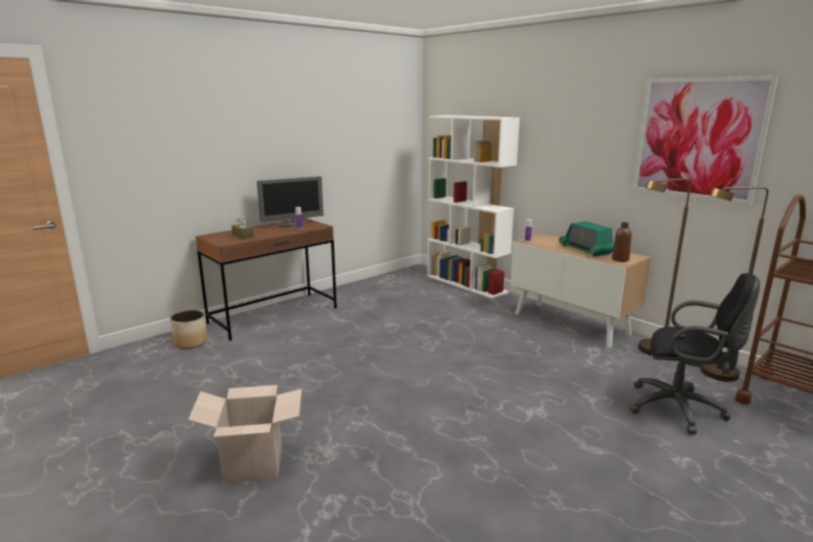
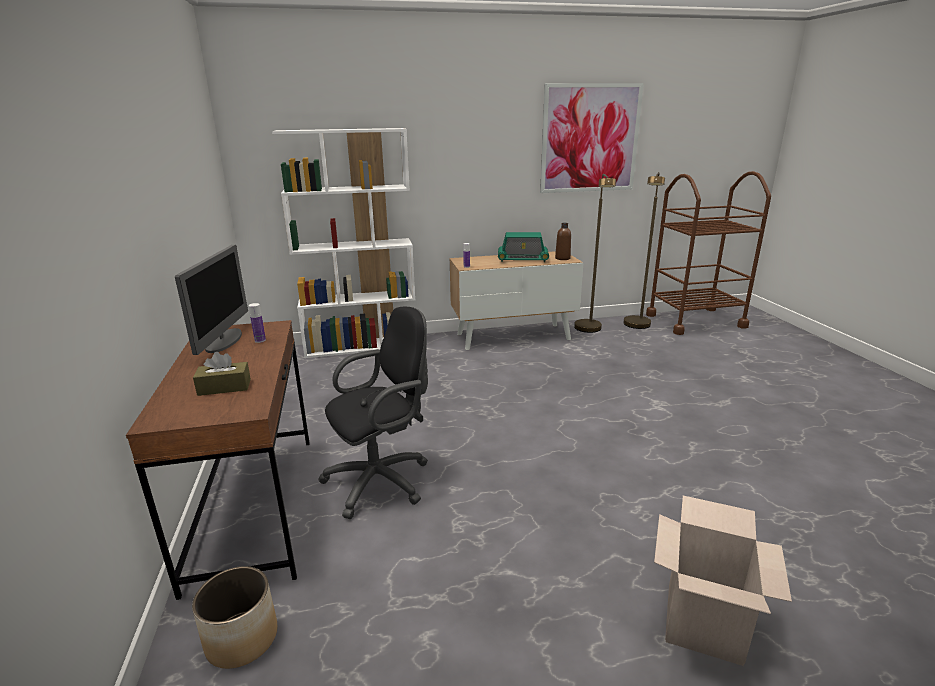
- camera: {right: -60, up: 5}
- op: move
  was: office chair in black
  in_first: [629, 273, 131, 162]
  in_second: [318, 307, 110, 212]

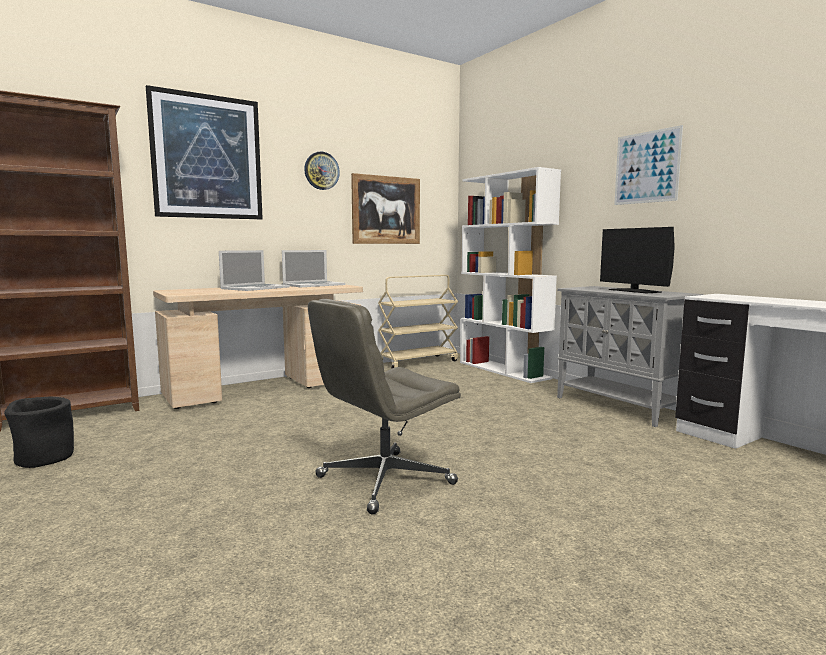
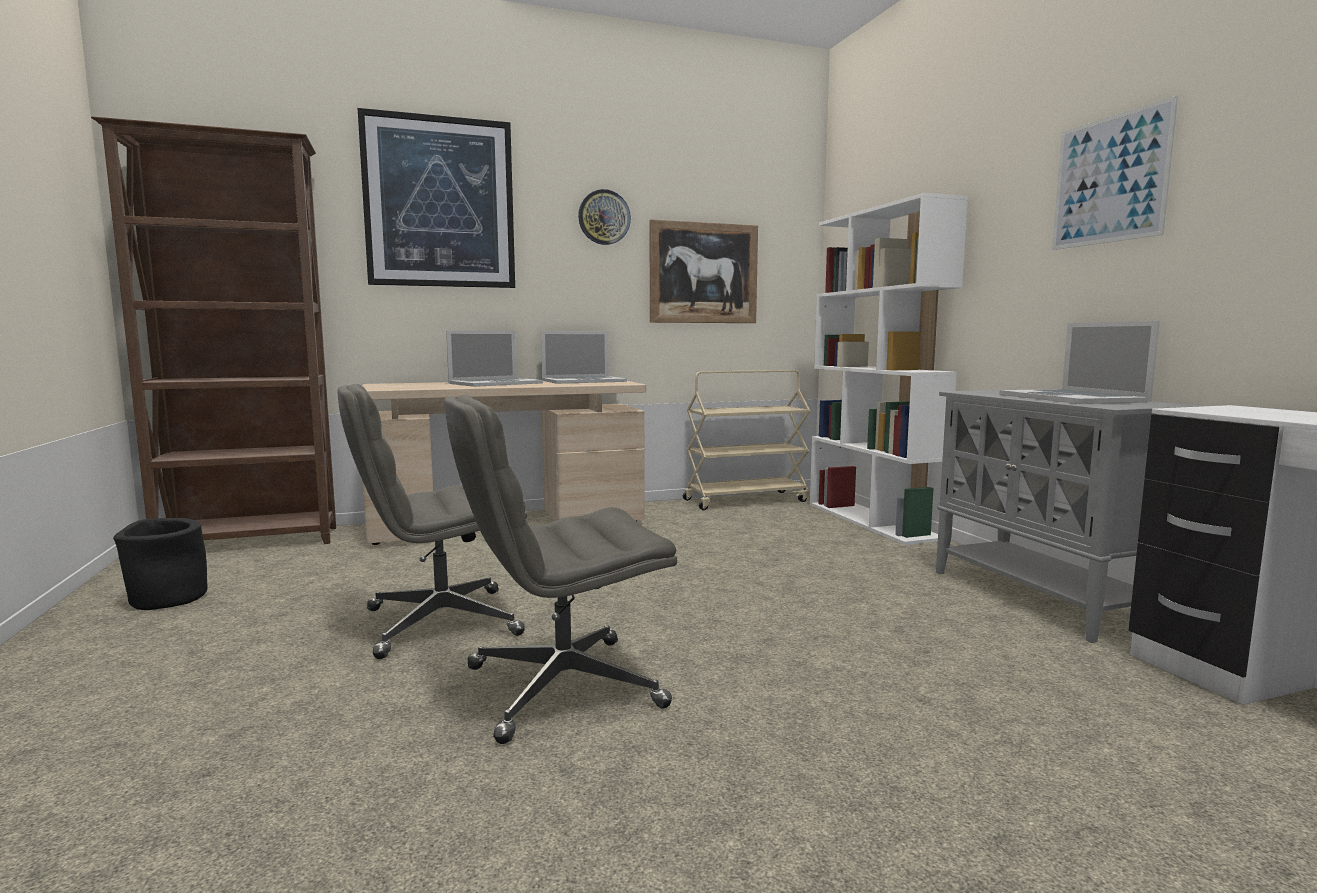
- camera: {right: 15, up: 0}
- op: replace
  was: computer display
  now: portable computer
  in_first: [600, 227, 75, 66]
  in_second: [1000, 321, 160, 83]
- op: insert
  now: office chair in grey
  in_second: [337, 384, 190, 275]

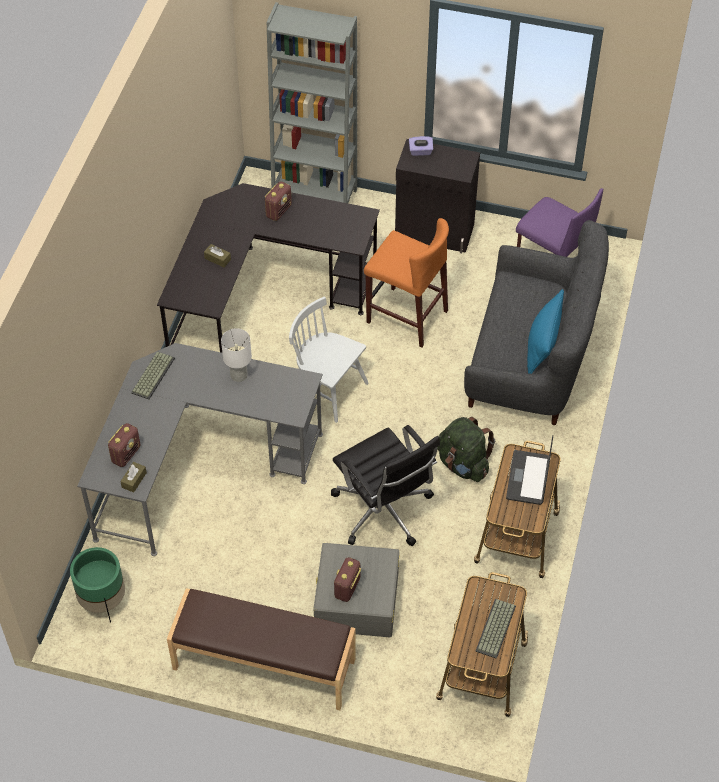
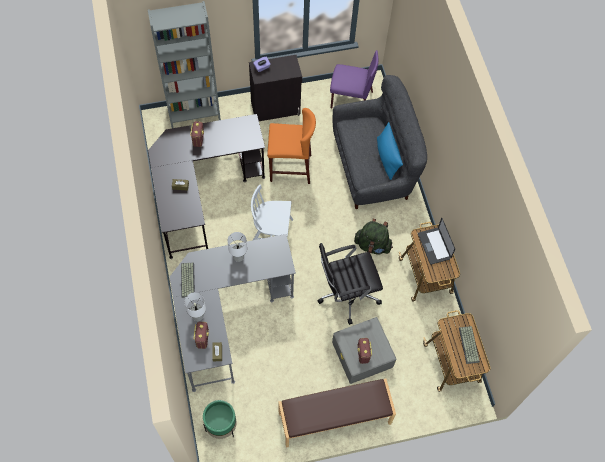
- camera: {right: -30, up: 10}
- op: rotate
  was: office chair in black
  in_first: [331, 425, 109, 121]
  in_second: [317, 243, 66, 82]
  clockwise: 135
- op: insert
  now: tabletop lamp in white
  in_second: [184, 292, 22, 29]

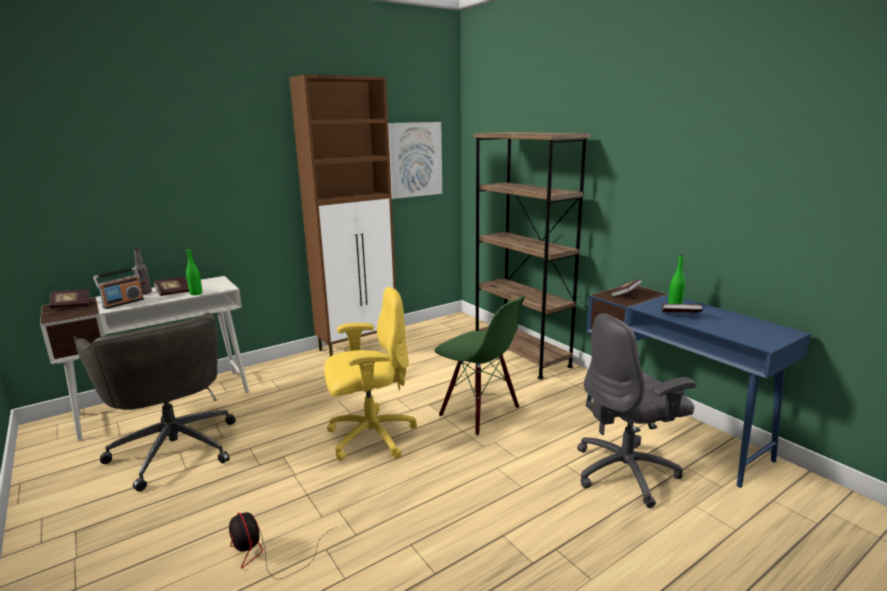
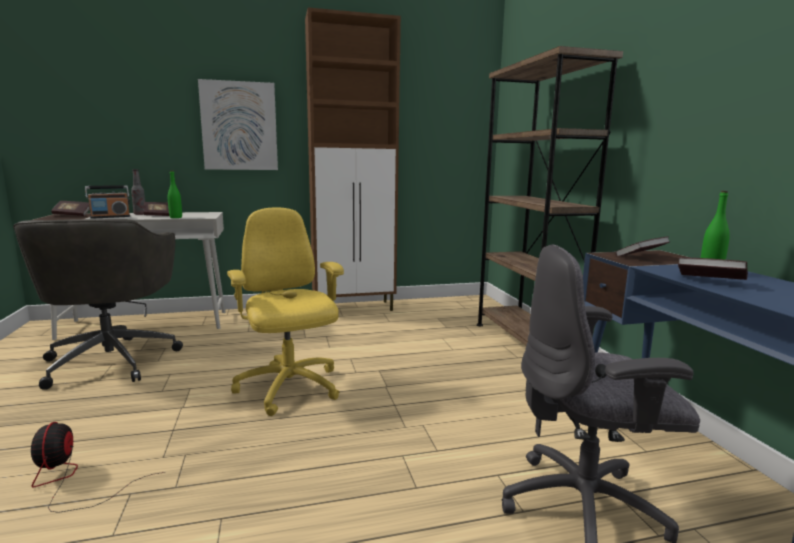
- camera: {right: 20, up: -5}
- op: move
  was: wall picture
  in_first: [388, 122, 54, 77]
  in_second: [198, 79, 80, 91]
- op: rotate
  was: office chair in yellow-coloured
  in_first: [324, 287, 93, 174]
  in_second: [227, 207, 117, 209]
  clockwise: -120
- op: delete
  was: plain chair in green-coloured
  in_first: [435, 296, 90, 140]

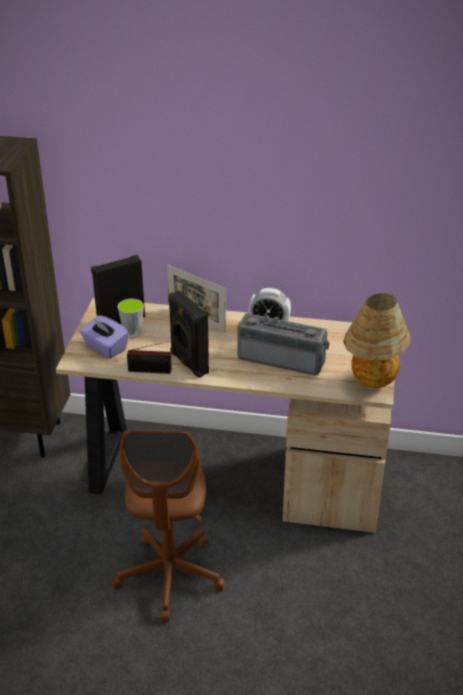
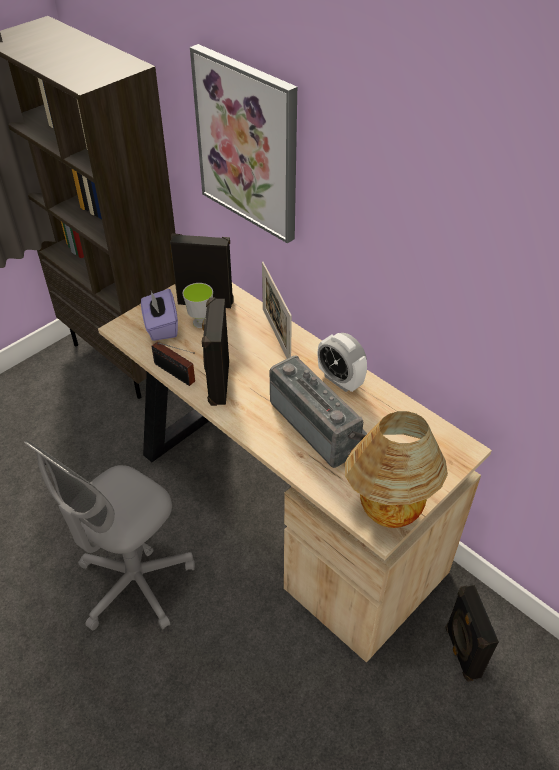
- camera: {right: 35, up: 10}
- op: recolor
  was: office chair in brownish
  now: office chair in grey
  in_first: [113, 430, 112, 191]
  in_second: [24, 440, 171, 190]
- op: insert
  now: wall picture
  in_second: [190, 44, 107, 199]
- op: insert
  now: loudspeaker in black
  in_second: [445, 585, 54, 97]

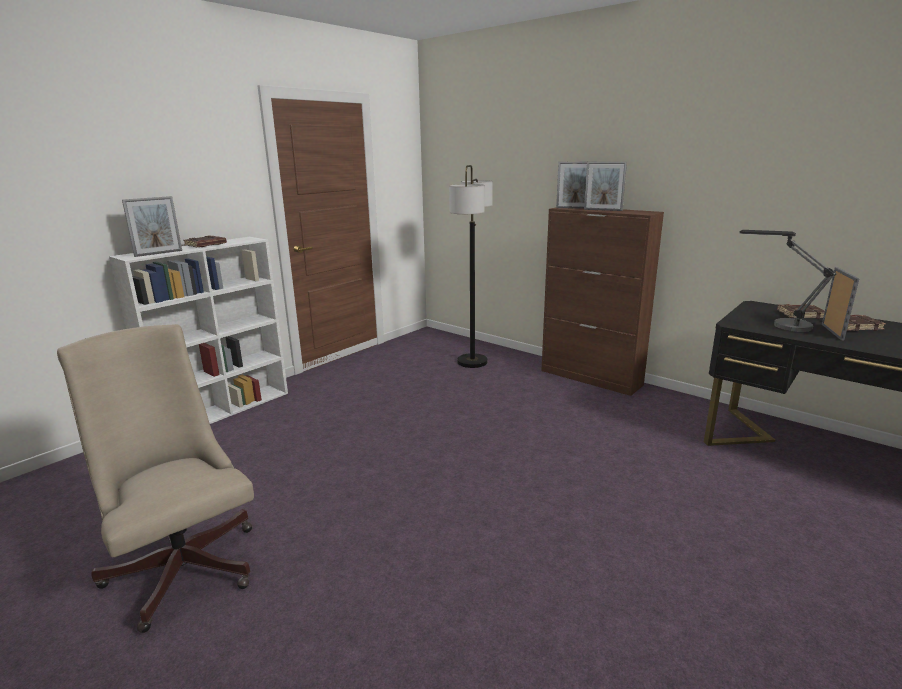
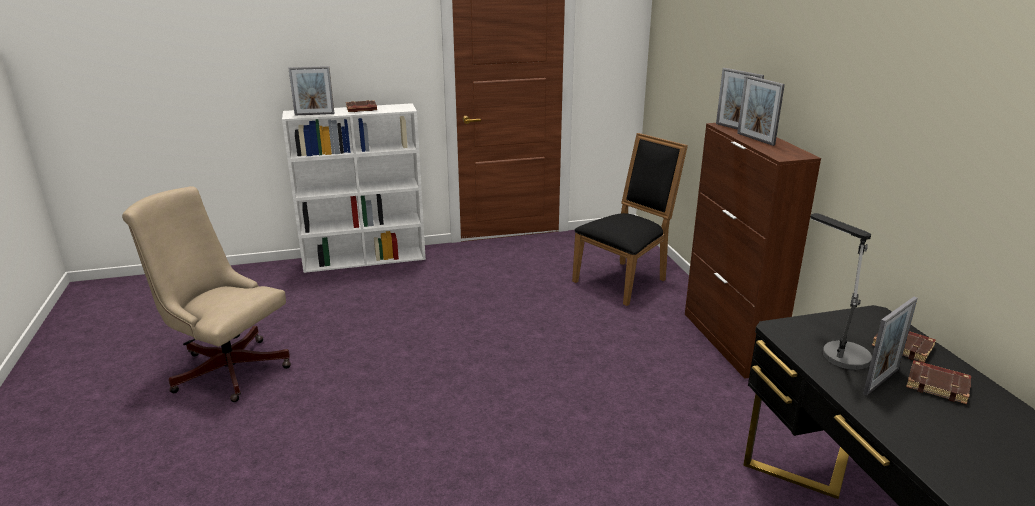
- camera: {right: 35, up: 5}
- op: replace
  was: standard lamp
  now: plain chair in black
  in_first: [449, 165, 44, 203]
  in_second: [572, 133, 116, 173]
- op: rotate
  was: office chair in sand-coloured
  in_first: [57, 324, 197, 309]
  in_second: [122, 186, 169, 216]
  clockwise: -60

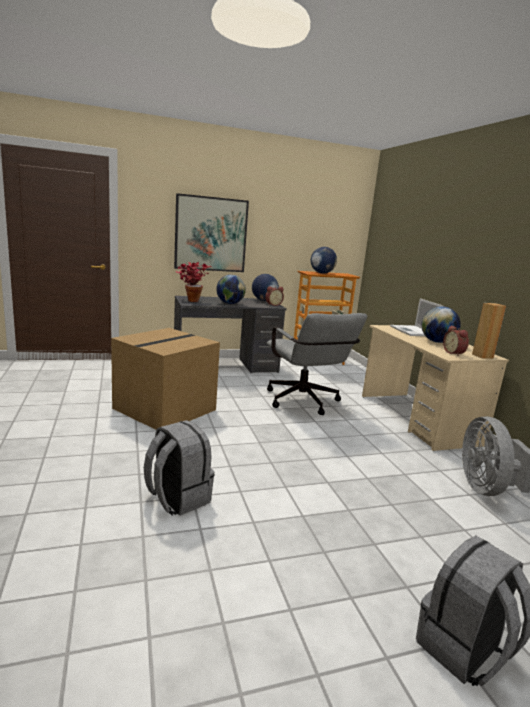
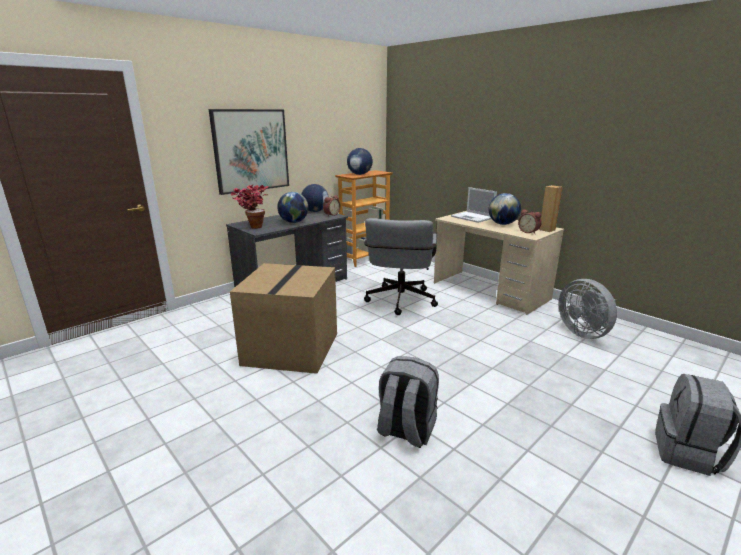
- camera: {right: -25, up: 5}
- op: rotate
  was: office chair in grey
  in_first: [267, 313, 100, 102]
  in_second: [364, 218, 74, 97]
  clockwise: 60

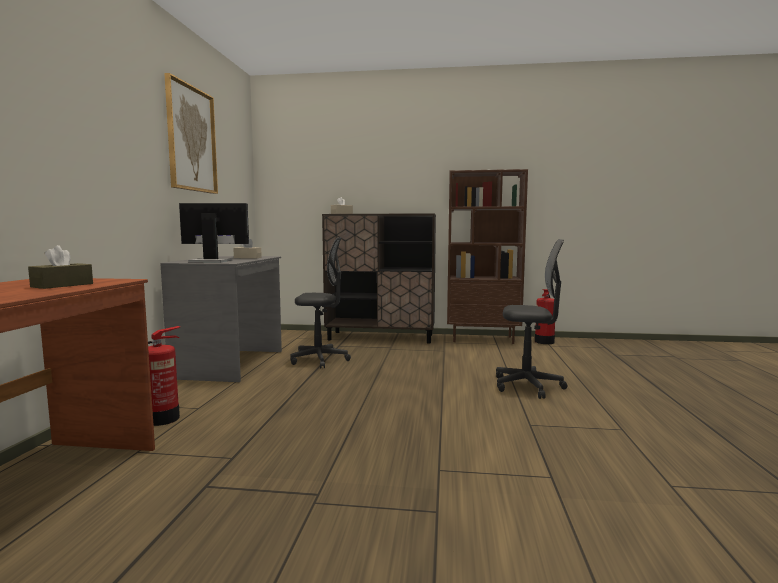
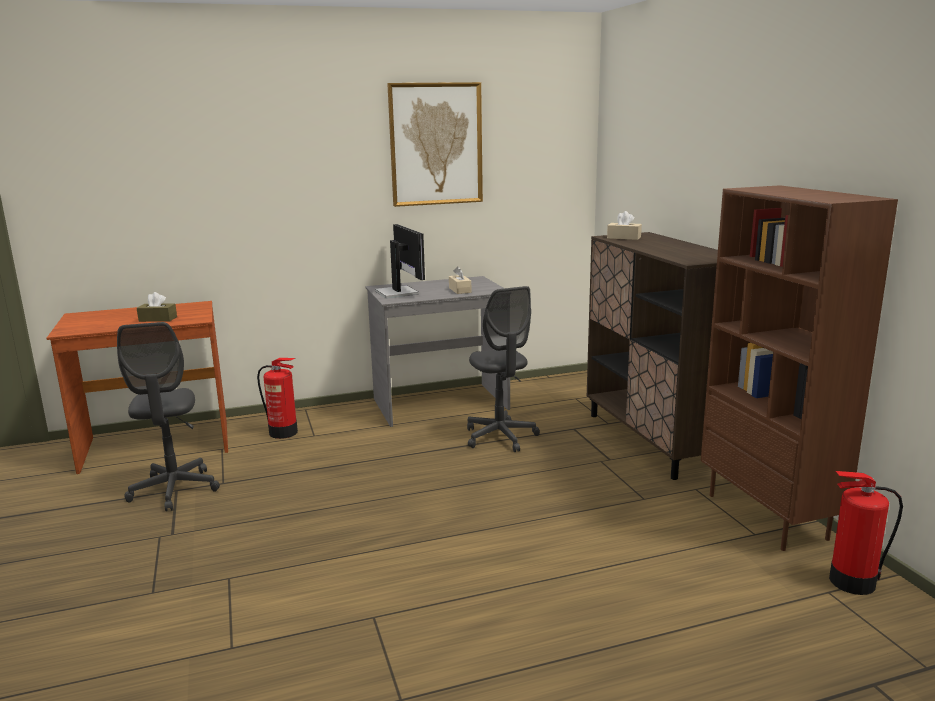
- camera: {right: 65, up: 10}
- op: move
  was: office chair in grey
  in_first: [496, 239, 71, 160]
  in_second: [117, 322, 103, 189]

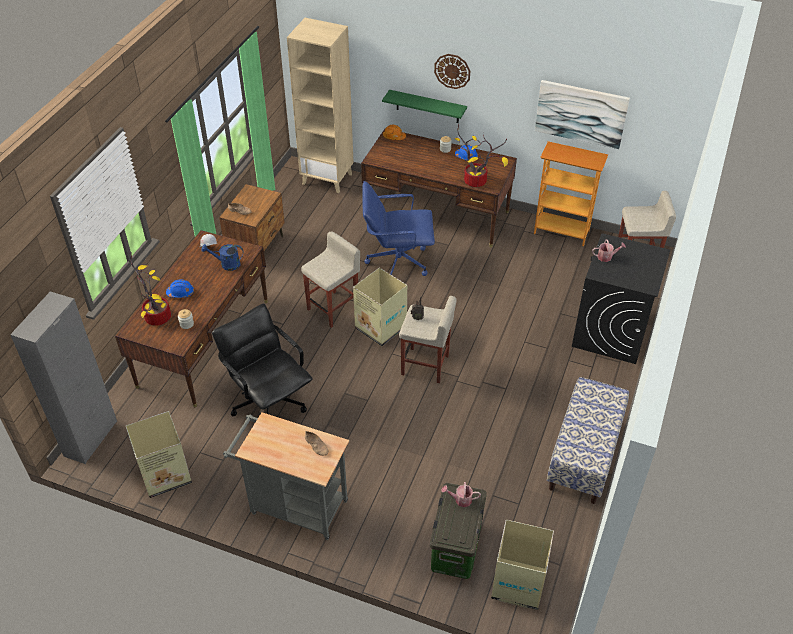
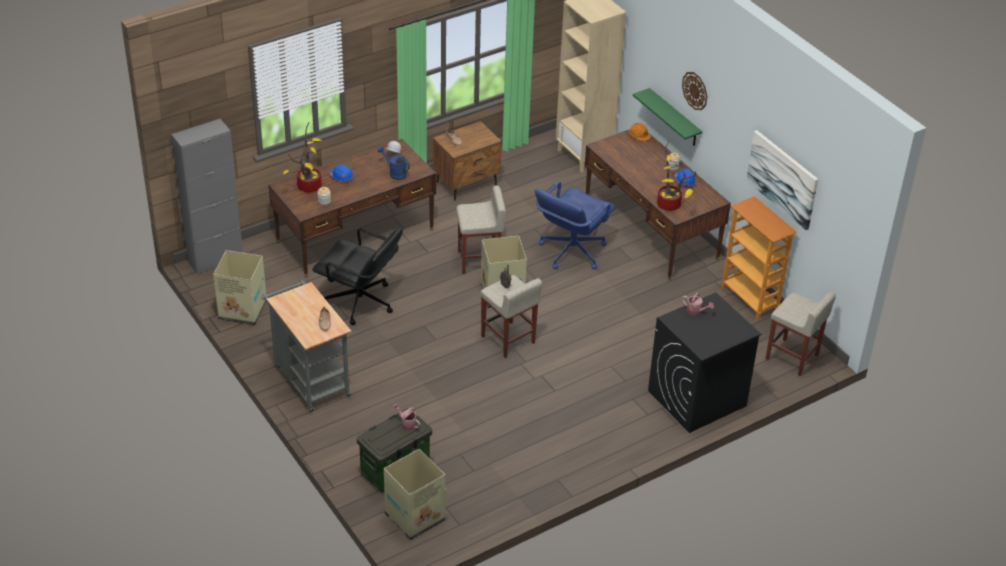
- camera: {right: 35, up: -5}
- op: rotate
  was: office chair in bluish
  in_first: [362, 181, 73, 95]
  in_second: [535, 181, 80, 88]
  clockwise: -90
- op: rotate
  was: office chair in black
  in_first: [212, 303, 101, 113]
  in_second: [312, 228, 91, 97]
  clockwise: 120
- op: delete
  was: indoor bench
  in_first: [547, 377, 82, 127]

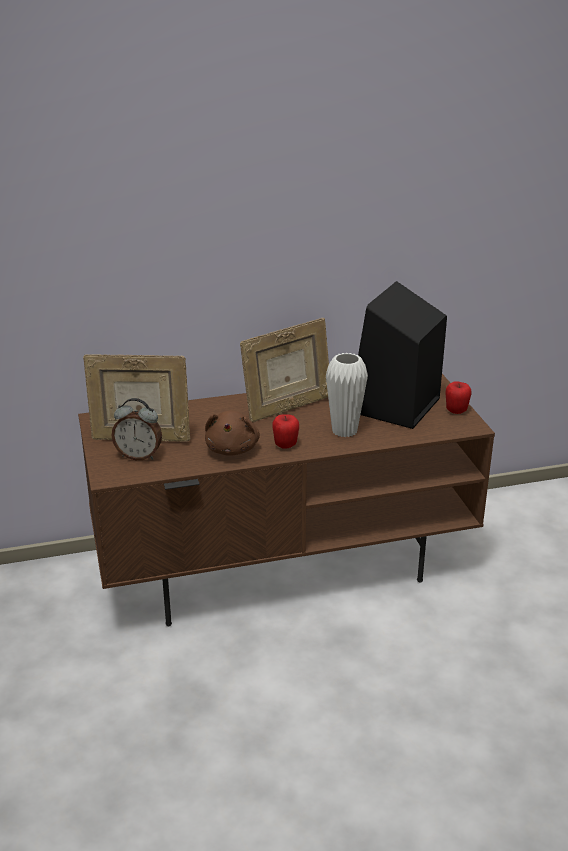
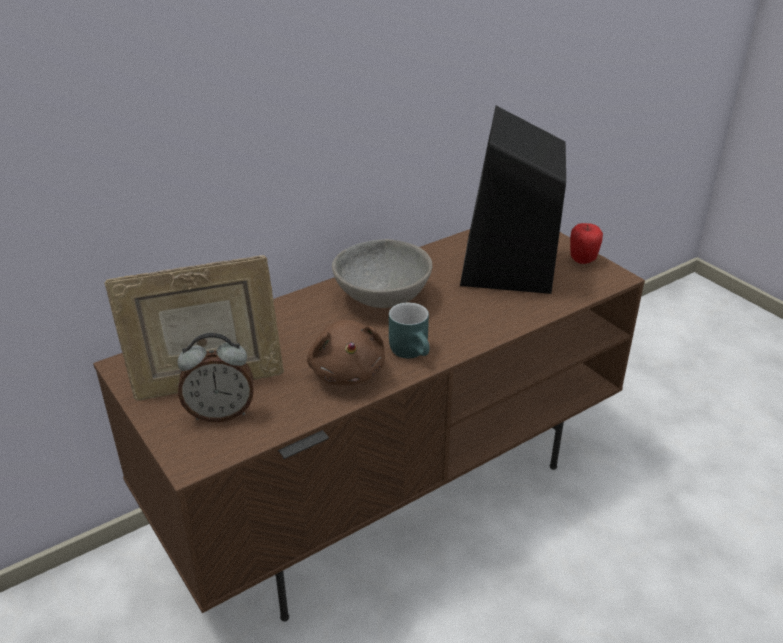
- camera: {right: -20, up: 5}
- op: replace
  was: picture frame
  now: serving bowl in grey
  in_first: [240, 318, 89, 104]
  in_second: [332, 239, 100, 69]
- op: delete
  was: flower vase in white
  in_first: [326, 353, 42, 85]
- op: replace
  was: whole apple
  now: coffee mug in turquoise
  in_first: [272, 414, 27, 35]
  in_second: [389, 303, 41, 55]

